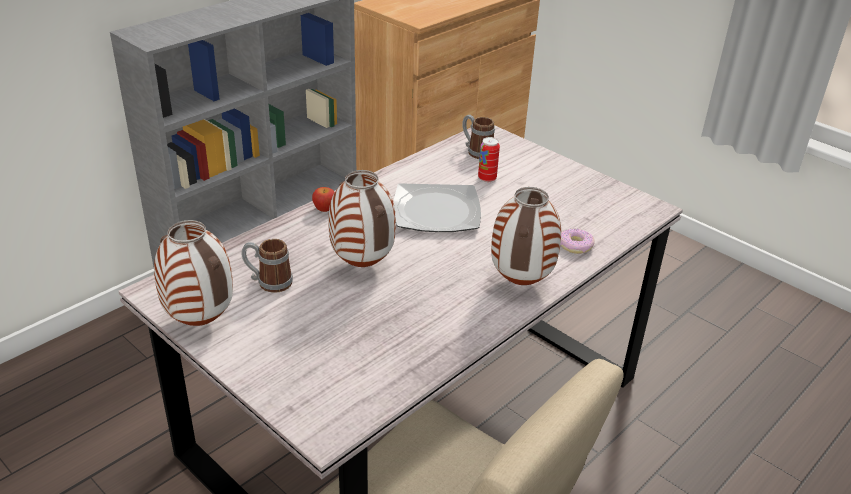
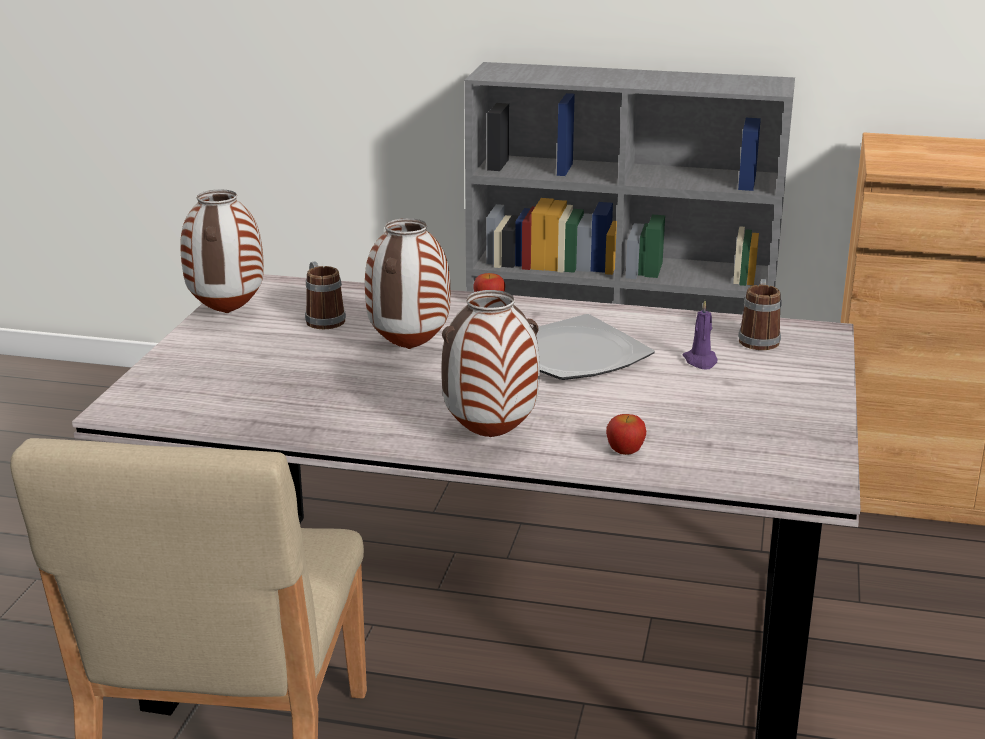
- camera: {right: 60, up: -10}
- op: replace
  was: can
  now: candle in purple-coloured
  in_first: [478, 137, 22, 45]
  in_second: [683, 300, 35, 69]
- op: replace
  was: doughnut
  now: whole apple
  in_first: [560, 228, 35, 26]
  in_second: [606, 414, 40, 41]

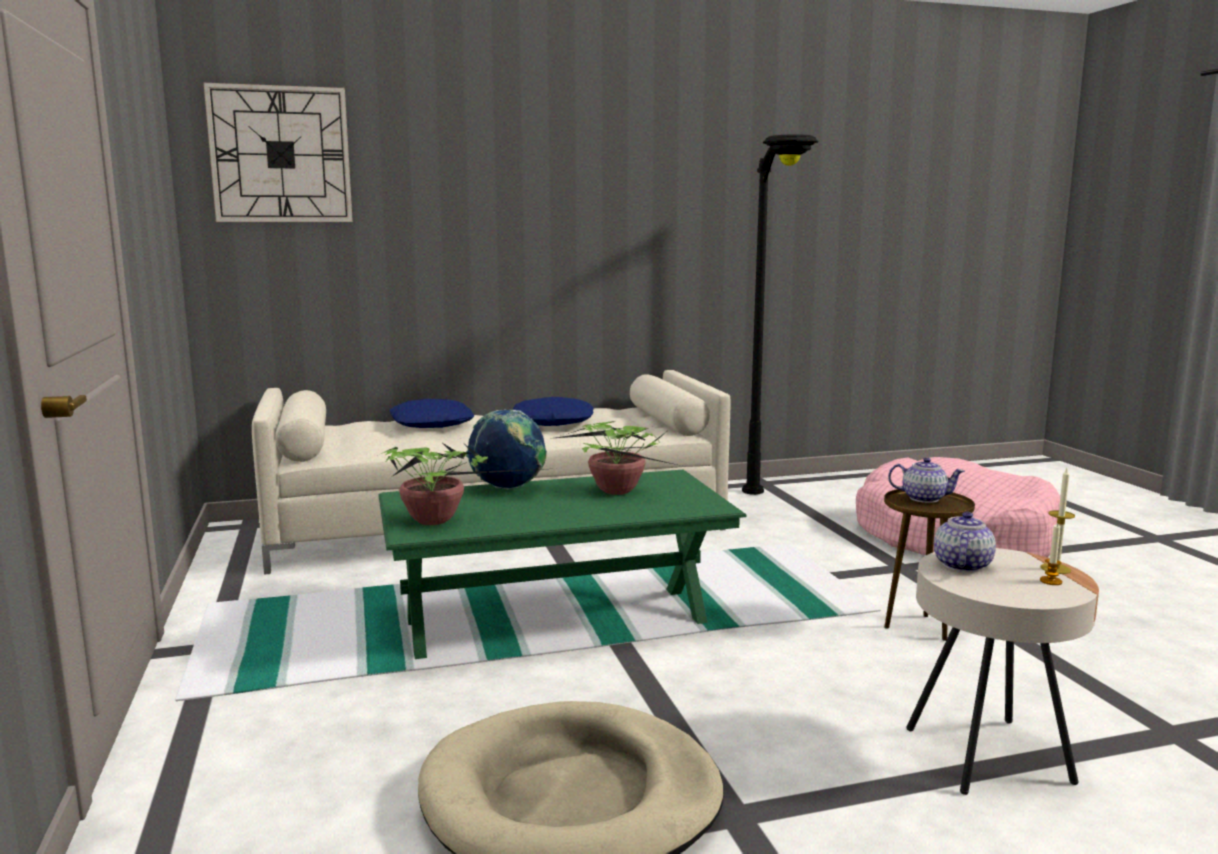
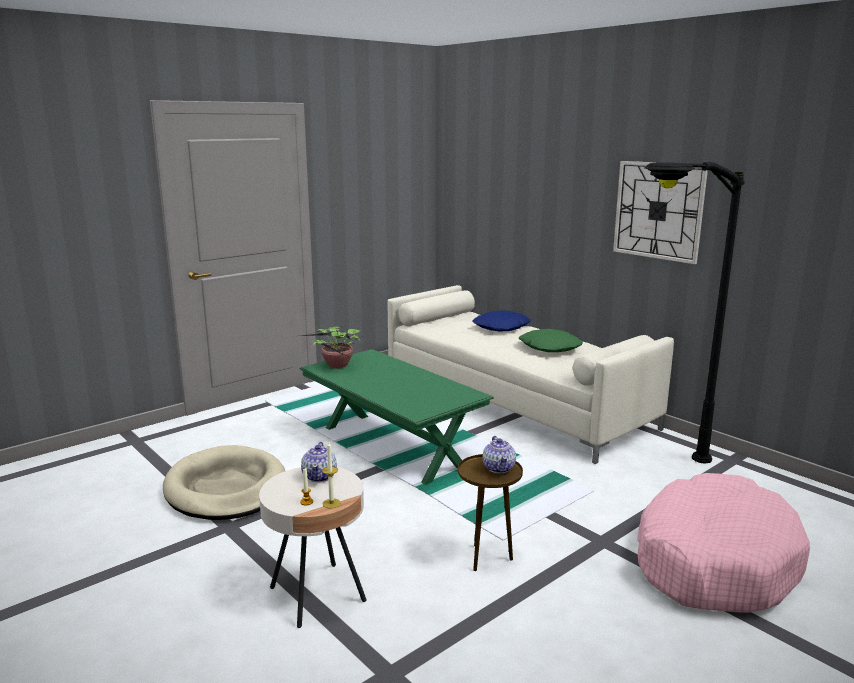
- camera: {right: 65, up: 5}
- op: move
  was: hanging clock
  in_first: [204, 83, 149, 139]
  in_second: [613, 161, 95, 103]
- op: recolor
  was: throw pillow in bluish
  now: throw pillow in green-coloured
  in_first: [512, 397, 82, 29]
  in_second: [519, 329, 64, 23]
- op: delete
  was: globe
  in_first: [466, 409, 81, 81]
- op: delete
  was: potted plant
  in_first: [549, 421, 128, 74]
- op: rotate
  was: pot for tea
  in_first: [934, 512, 62, 60]
  in_second: [301, 442, 36, 40]
  clockwise: 90

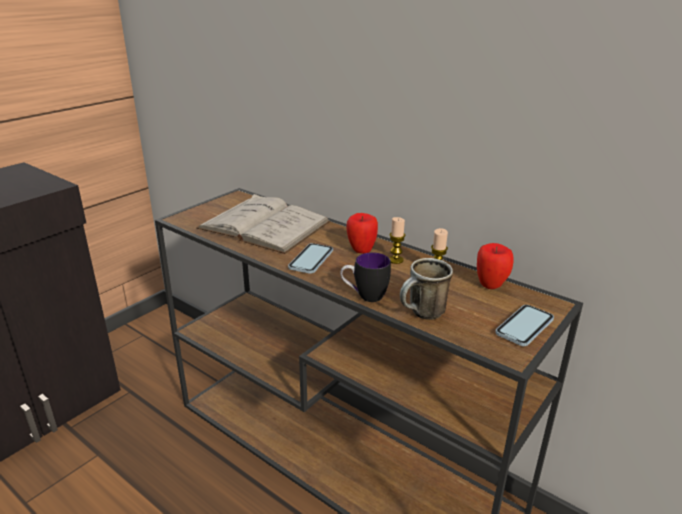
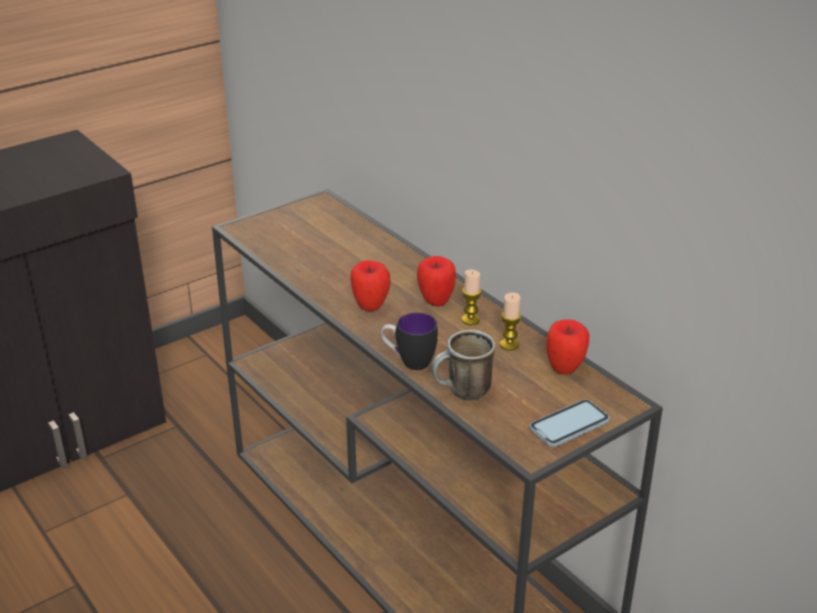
- camera: {right: 15, up: 5}
- op: delete
  was: book in white
  in_first: [196, 194, 134, 60]
- op: replace
  was: telephone
  now: whole apple
  in_first: [288, 243, 45, 31]
  in_second: [350, 260, 40, 51]

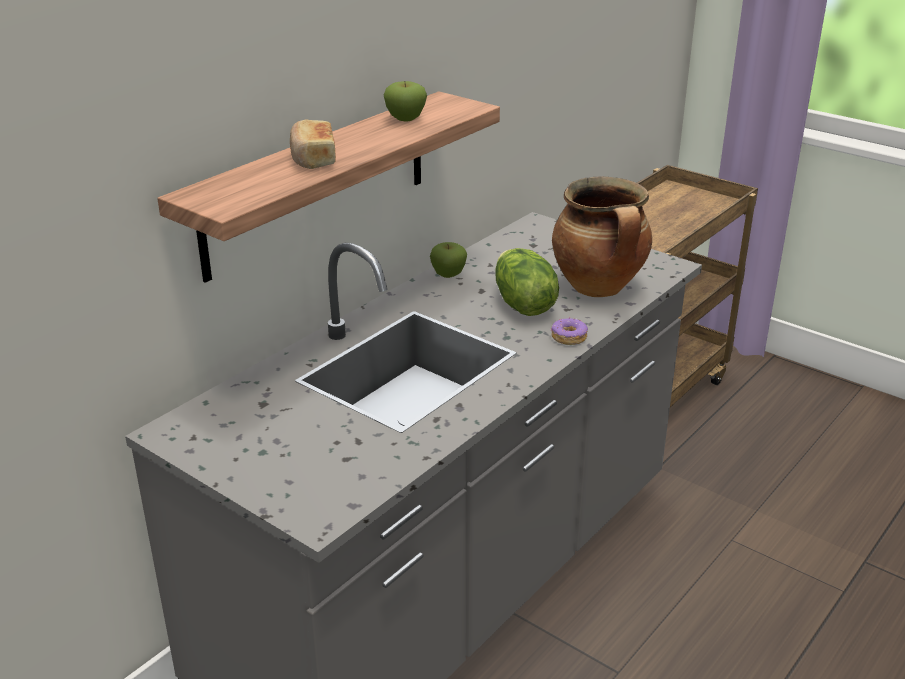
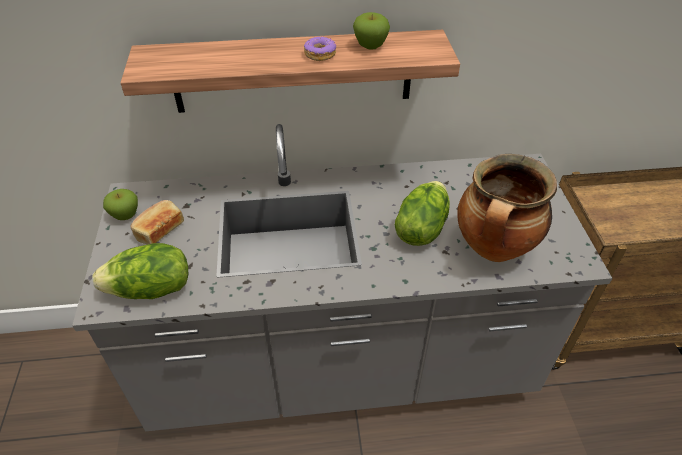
- camera: {right: 45, up: 15}
- op: move
  was: bread
  in_first: [290, 119, 46, 50]
  in_second: [131, 200, 53, 45]
- op: move
  was: whole apple
  in_first: [430, 242, 37, 36]
  in_second: [103, 189, 35, 31]
- op: move
  was: doughnut
  in_first: [551, 317, 37, 28]
  in_second: [304, 36, 32, 25]
- op: insert
  now: lettuce
  in_second: [92, 243, 96, 56]

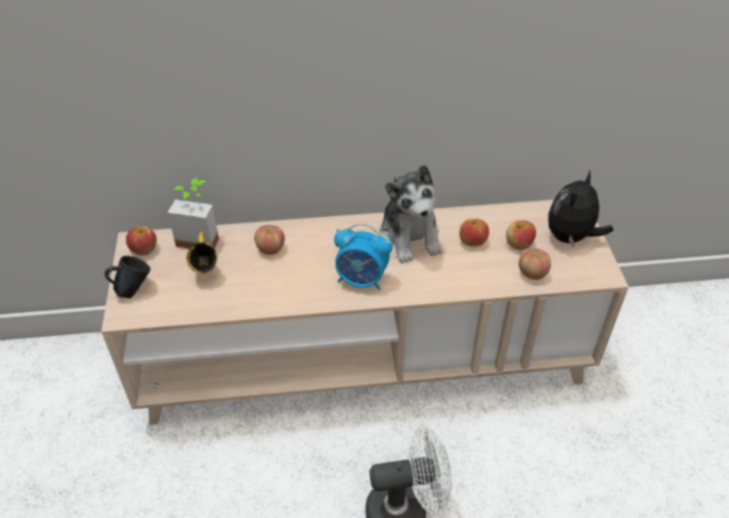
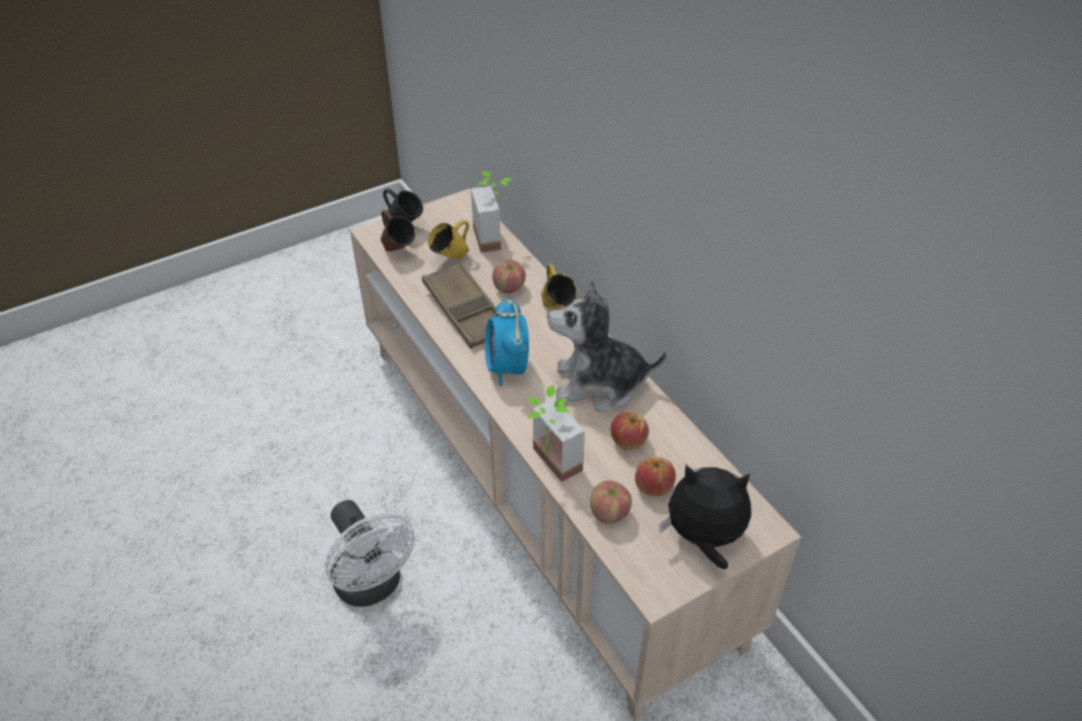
- camera: {right: 65, up: 0}
- op: rotate
  was: soft toy
  in_first: [379, 165, 63, 98]
  in_second: [548, 280, 119, 132]
  clockwise: 45
- op: delete
  was: whole apple
  in_first: [126, 226, 31, 29]
- op: insert
  now: coffee mug in brownish
  in_second: [381, 210, 35, 41]
- op: insert
  now: carrying tray in brownish
  in_second: [422, 262, 80, 87]
- op: insert
  now: coffee mug in yellow-coloured
  in_second: [541, 264, 36, 44]
- op: insert
  now: potted plant
  in_second: [526, 385, 59, 97]

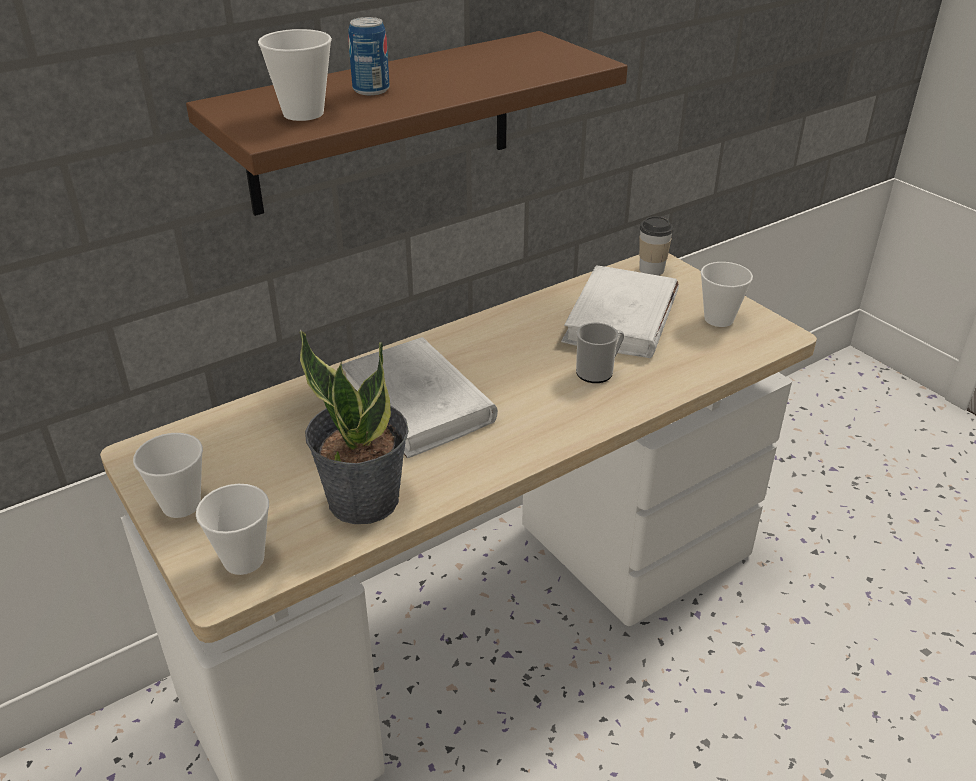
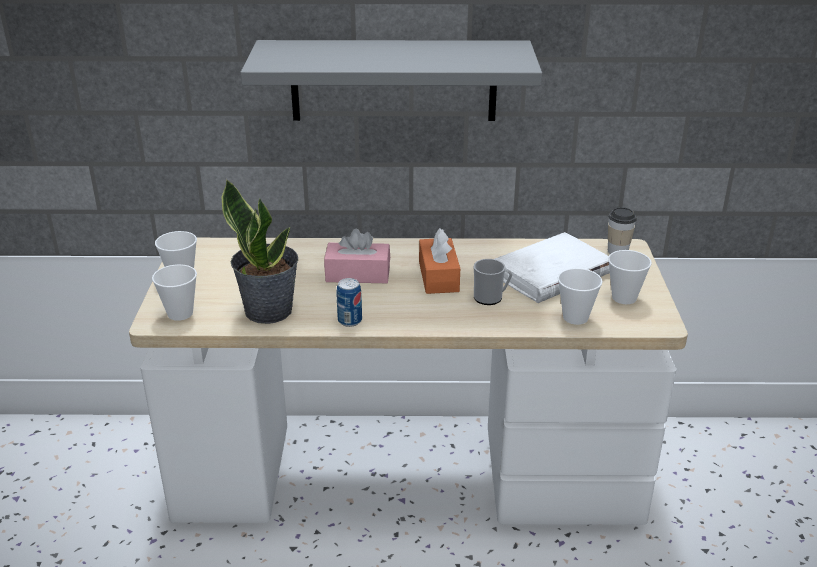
- camera: {right: 35, up: -5}
- op: move
  was: can
  in_first: [348, 17, 42, 78]
  in_second: [336, 278, 26, 49]
- op: move
  was: small cup
  in_first: [258, 29, 74, 92]
  in_second: [558, 268, 44, 57]
- op: recolor
  was: shelf in brownish
  now: shelf in grey
  in_first: [186, 31, 442, 185]
  in_second: [240, 40, 302, 81]
- op: replace
  was: book in white
  now: box of tissues in pink
  in_first: [342, 337, 156, 121]
  in_second: [324, 228, 66, 55]
- op: insert
  now: box of tissues in orangey
  in_second: [419, 228, 41, 66]

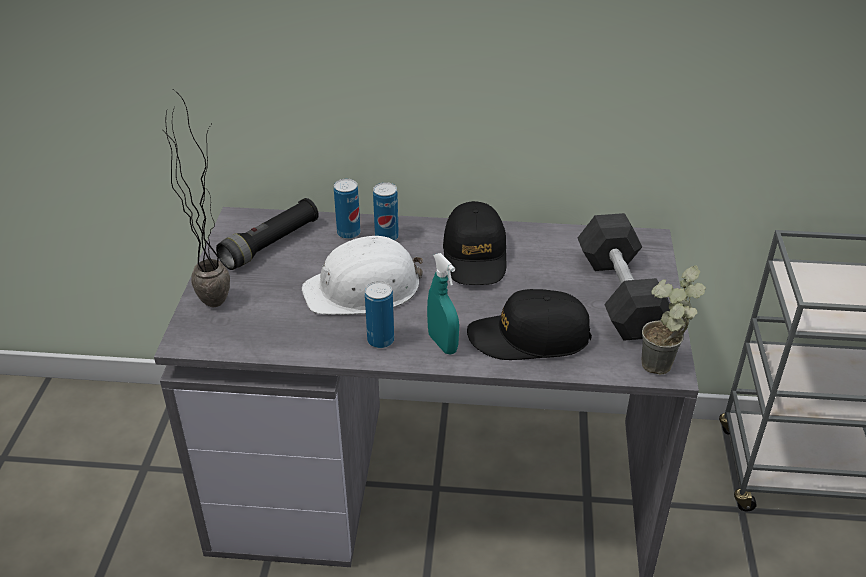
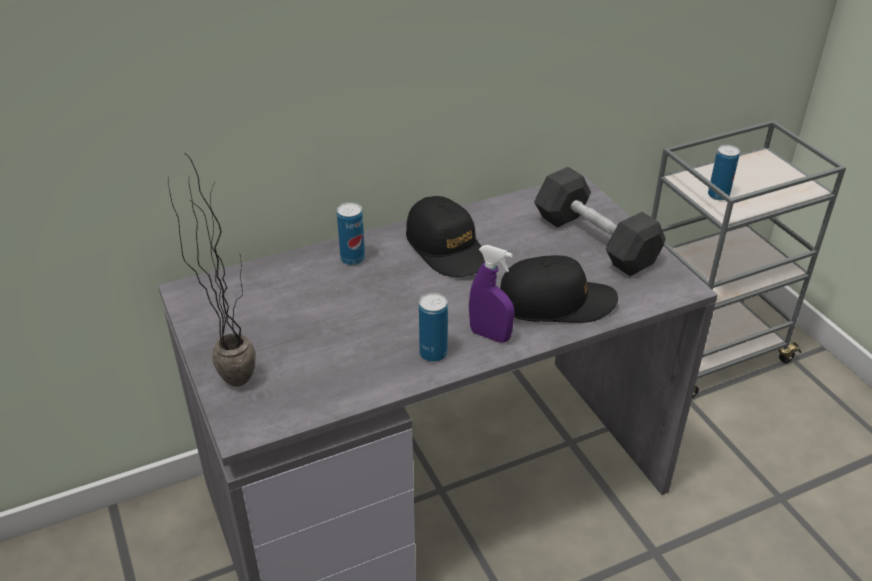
- camera: {right: -30, up: 0}
- op: move
  was: can
  in_first: [334, 179, 27, 60]
  in_second: [708, 145, 32, 55]
- op: delete
  was: torch in black
  in_first: [216, 198, 103, 72]
- op: delete
  was: hard hat in white
  in_first: [302, 236, 121, 79]
- op: recolor
  was: hand sprayer in turquoise
  now: hand sprayer in purple-coloured
  in_first: [427, 253, 32, 101]
  in_second: [469, 245, 45, 98]
- op: delete
  was: potted plant
  in_first: [642, 265, 64, 110]
- op: rotate
  was: peaked cap in black
  in_first: [467, 289, 125, 71]
  in_second: [500, 255, 118, 68]
  clockwise: -150

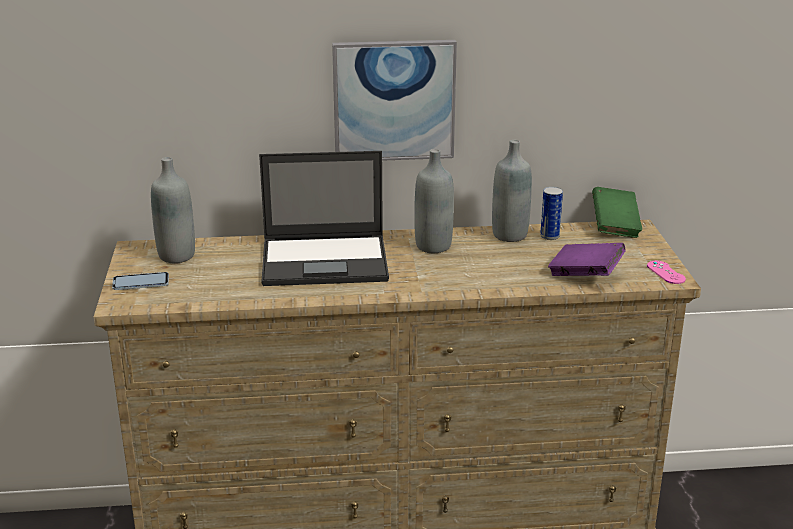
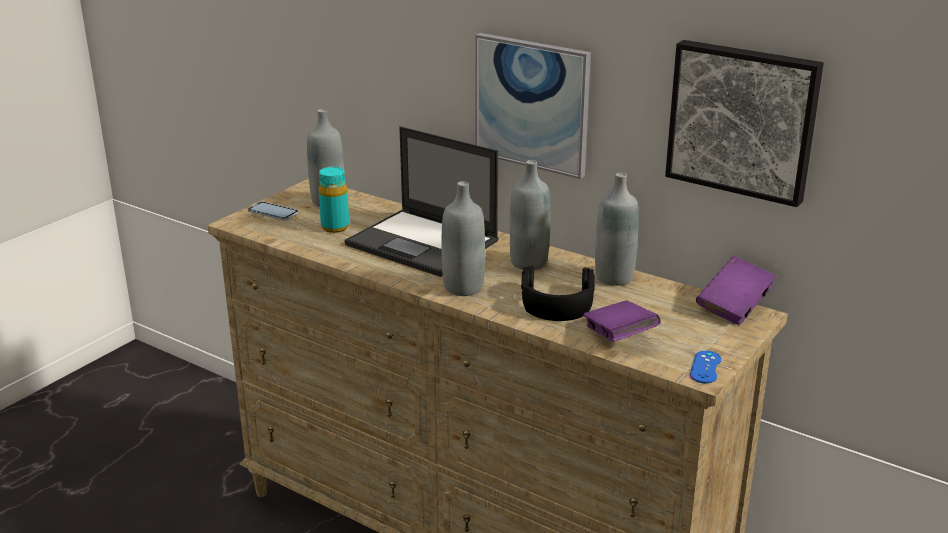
- camera: {right: 40, up: 0}
- op: delete
  was: can
  in_first: [540, 187, 23, 53]
- op: recolor
  was: book in green-coloured
  now: book in purple-coloured
  in_first: [592, 187, 50, 51]
  in_second: [696, 256, 81, 69]
- op: recolor
  was: joypad in pink
  now: joypad in bluish
  in_first: [647, 261, 39, 23]
  in_second: [690, 351, 31, 32]
- op: insert
  now: wall picture
  in_second: [665, 40, 159, 167]
- op: insert
  now: bottle in turquoise
  in_second: [318, 167, 31, 66]
- op: insert
  now: bottle in grey
  in_second: [442, 181, 43, 115]
- op: insert
  now: headset in black
  in_second: [521, 266, 74, 55]

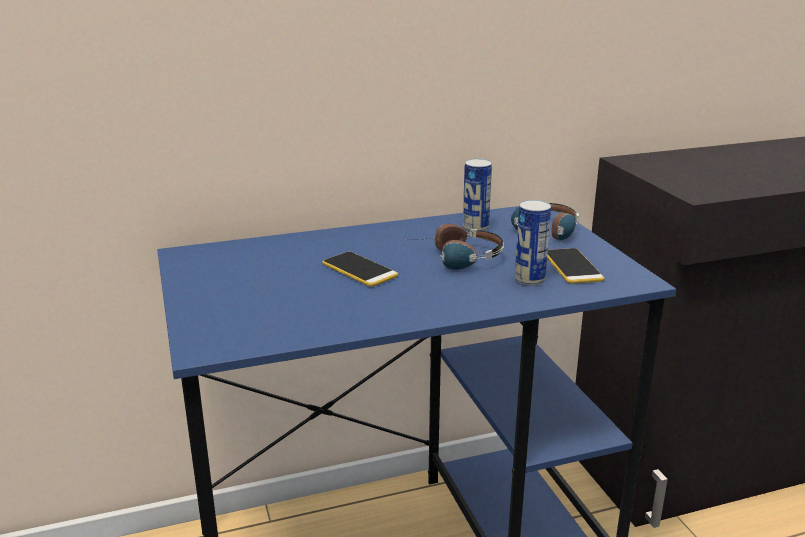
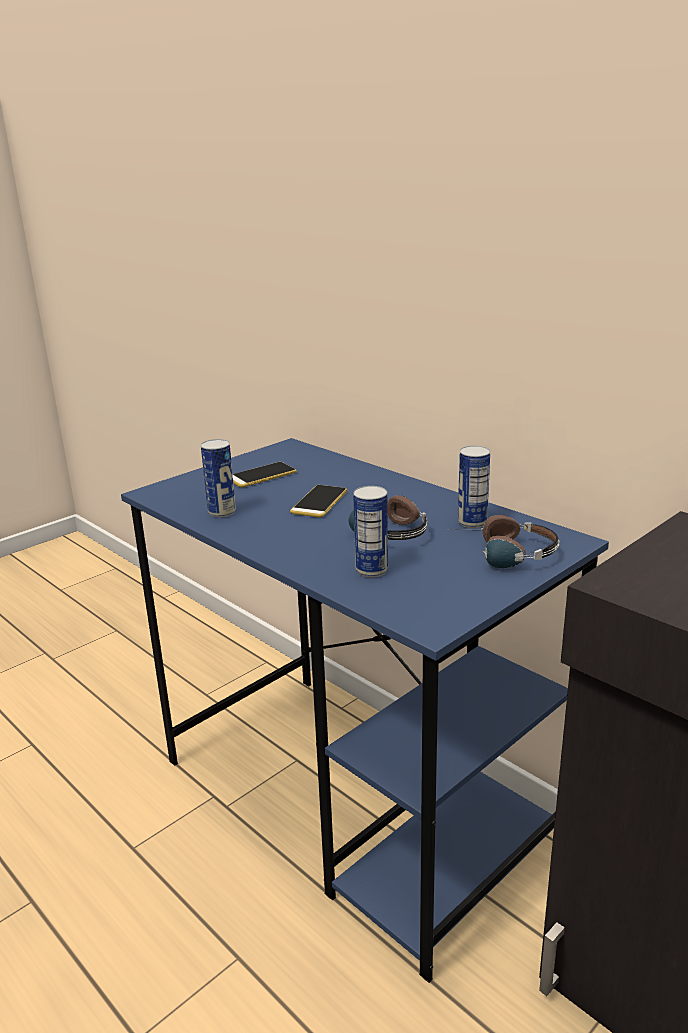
- camera: {right: 65, up: 0}
- op: move
  was: telephone
  in_first: [547, 248, 57, 36]
  in_second: [233, 462, 63, 25]
- op: insert
  now: can
  in_second: [201, 439, 35, 79]

